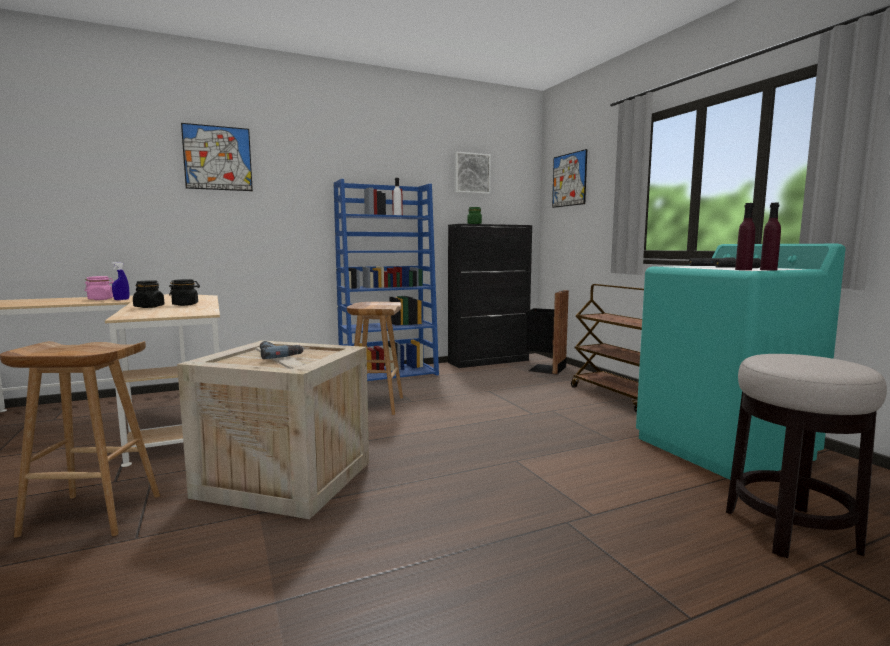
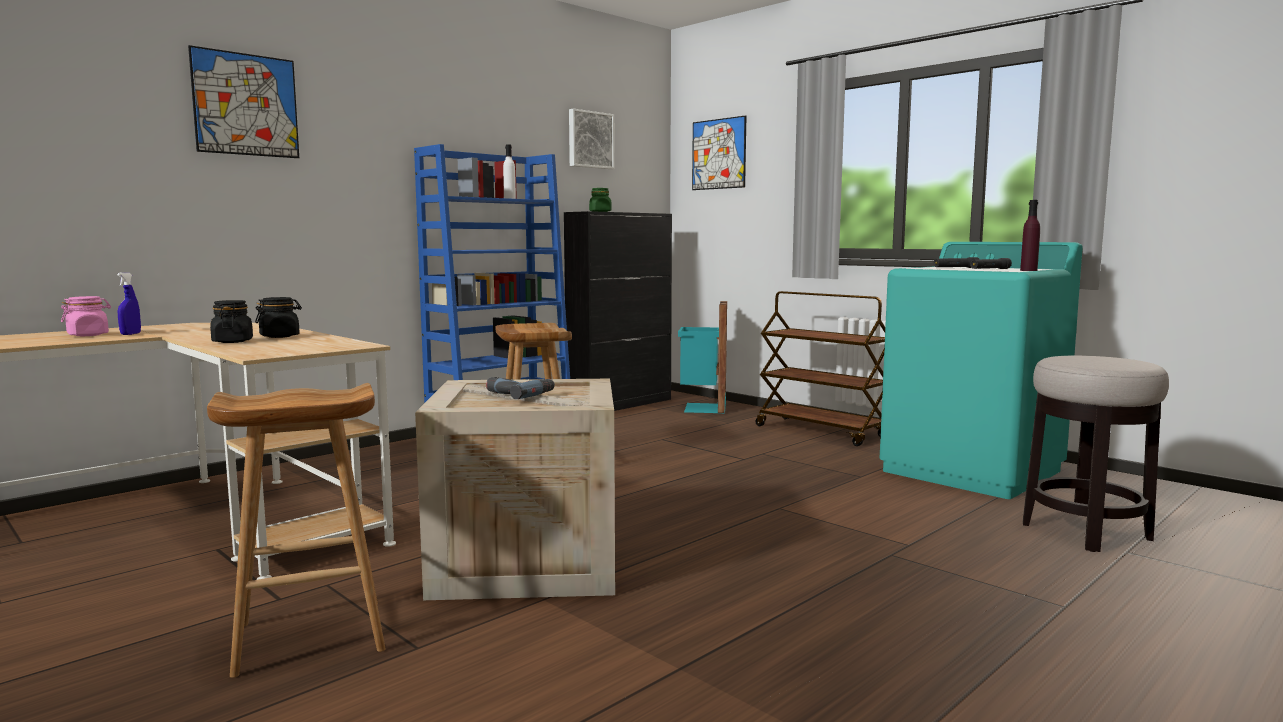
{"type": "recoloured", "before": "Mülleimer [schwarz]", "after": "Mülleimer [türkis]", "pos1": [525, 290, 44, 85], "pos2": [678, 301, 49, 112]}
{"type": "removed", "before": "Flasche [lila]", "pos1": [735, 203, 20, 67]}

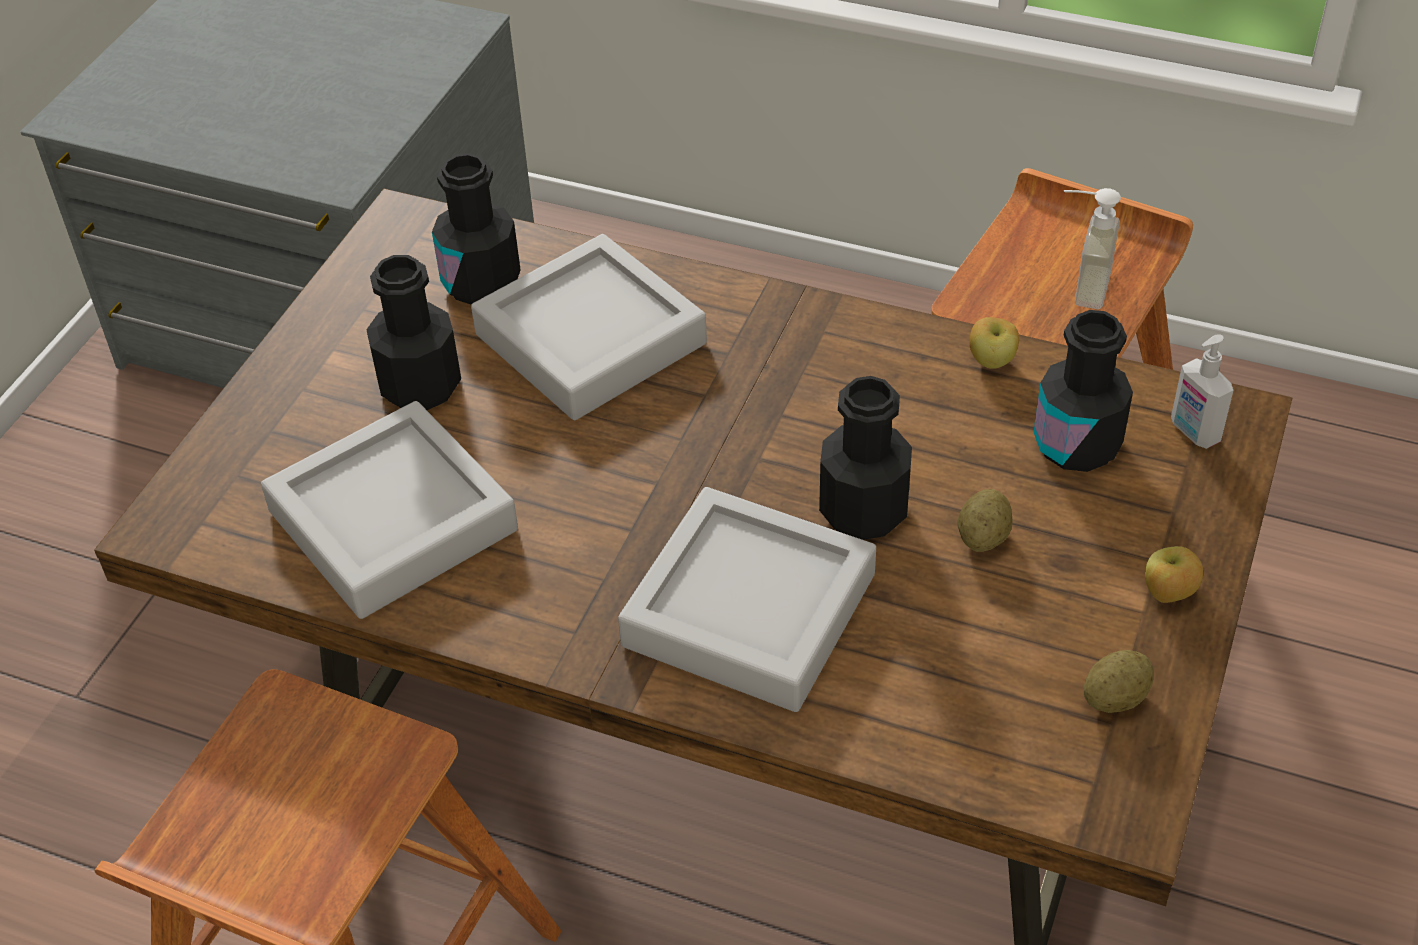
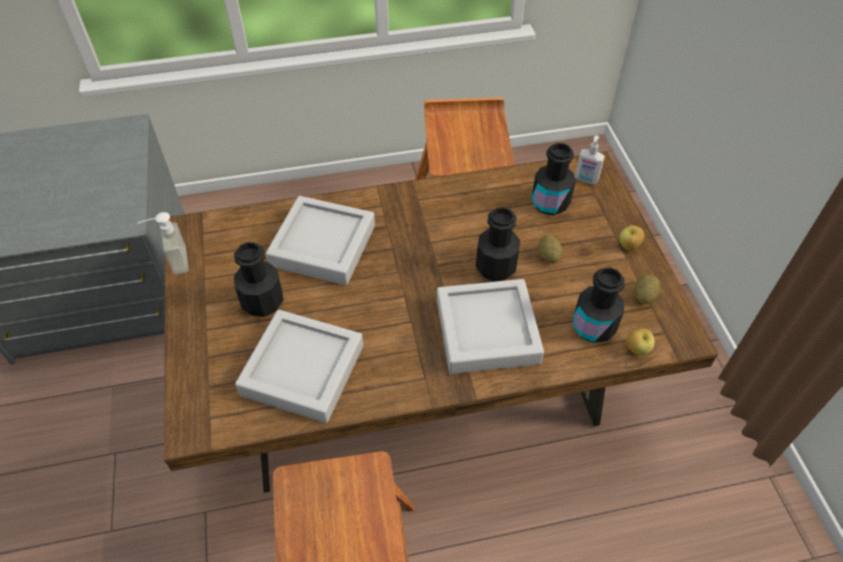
{"type": "moved", "before": "Flasche [schwarz]", "pos1": [432, 153, 89, 152], "pos2": [573, 267, 52, 76]}
{"type": "moved", "before": "Apfel", "pos1": [969, 317, 50, 52], "pos2": [627, 328, 28, 28]}
{"type": "moved", "before": "Seifenspender", "pos1": [1064, 188, 57, 121], "pos2": [138, 212, 51, 63]}

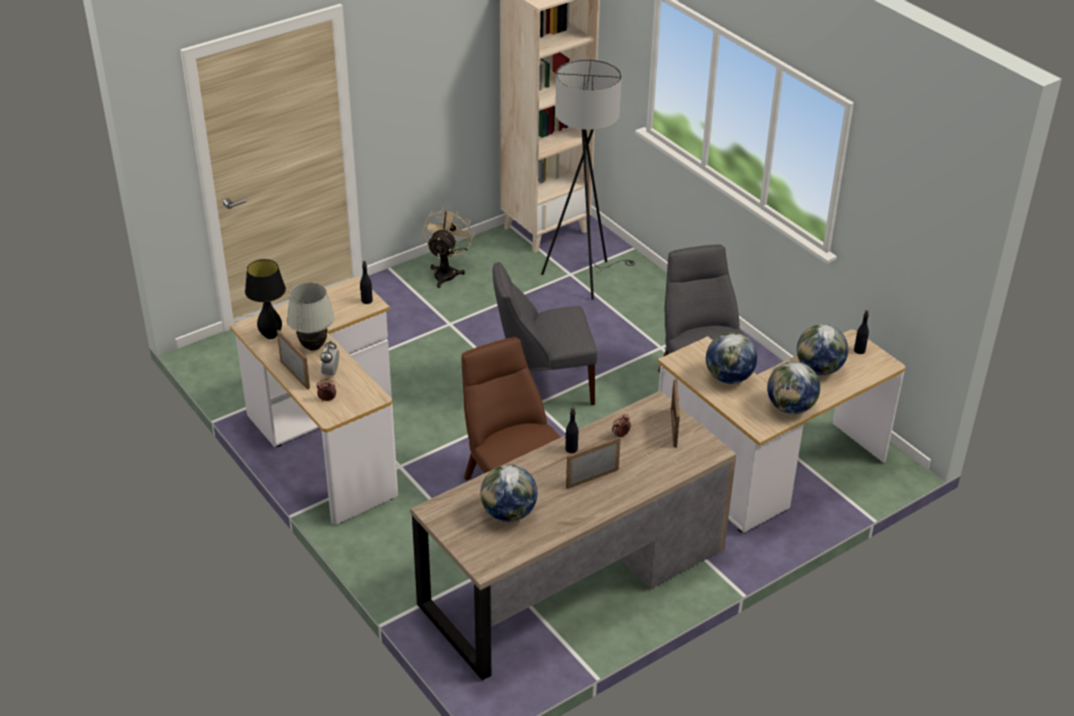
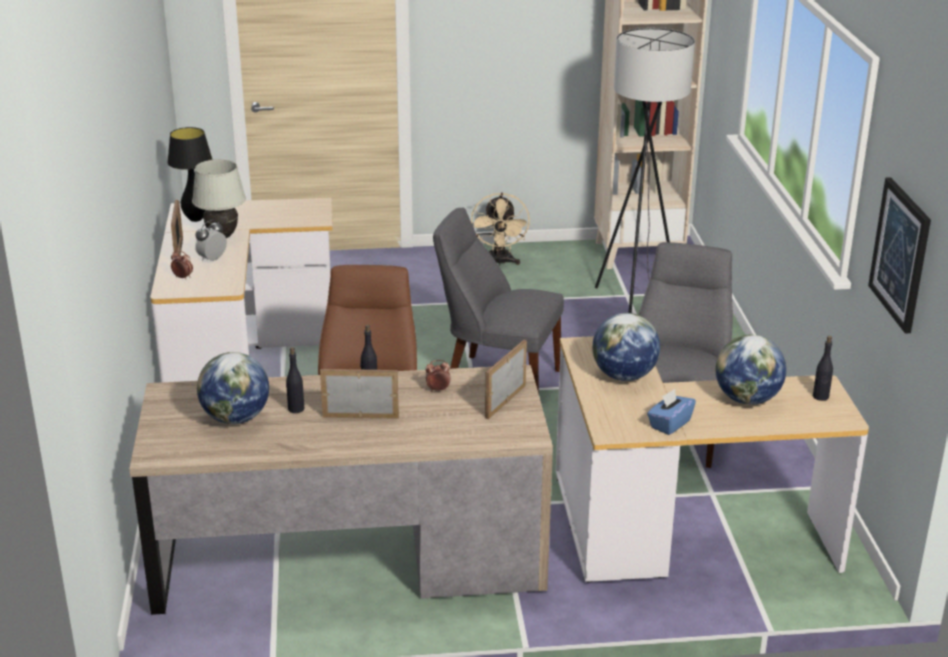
{"type": "moved", "before": "Flasche [schwarz]", "pos1": [360, 261, 13, 43], "pos2": [286, 347, 18, 66]}
{"type": "turned", "before": "Ventilator [beige]", "pos1": [423, 206, 52, 82], "pos2": [471, 193, 59, 73], "turn": 135}
{"type": "replaced", "before": "Globus", "after": "Taschentuchbox [blau]", "pos1": [767, 361, 53, 53], "pos2": [647, 389, 49, 46]}
{"type": "added", "after": "Bild", "pos2": [868, 177, 63, 157]}

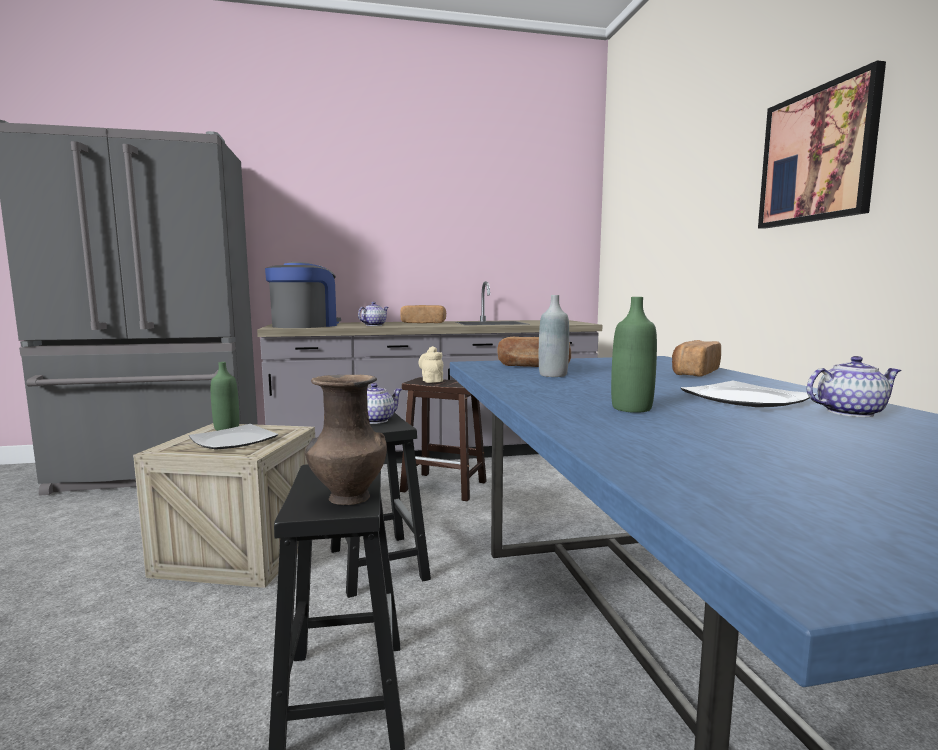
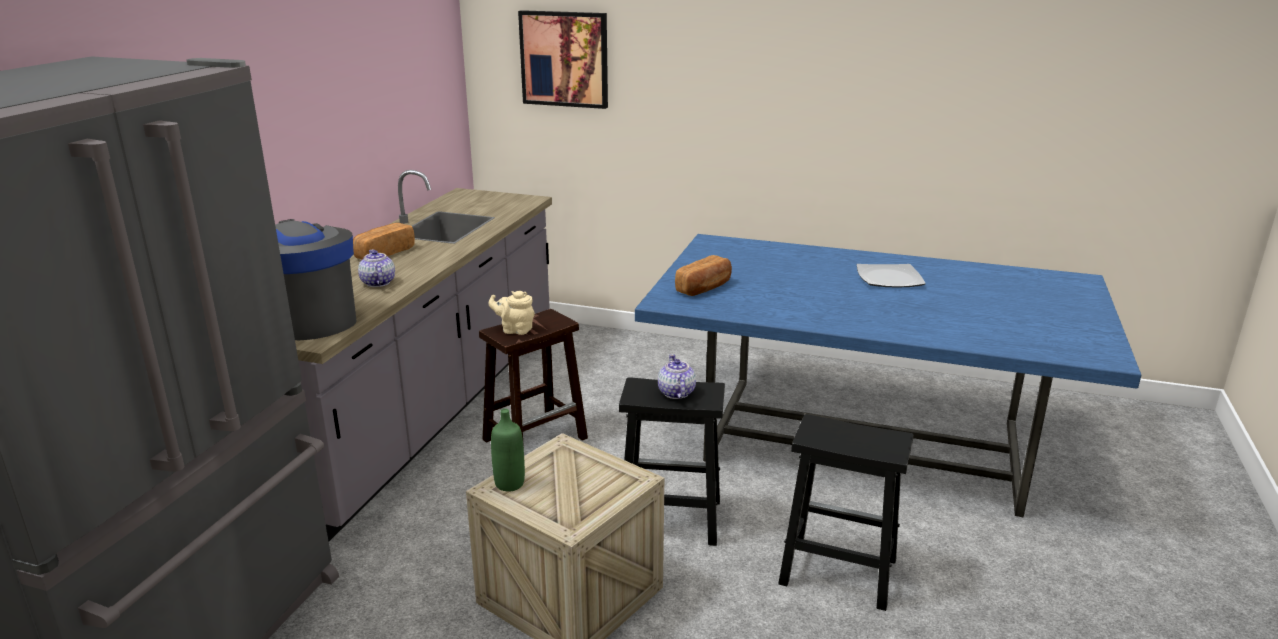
{"type": "removed", "before": "Teller", "pos1": [189, 424, 89, 25]}
{"type": "removed", "before": "Vase [braun]", "pos1": [305, 375, 82, 130]}
{"type": "removed", "before": "Flasche [grau]", "pos1": [539, 295, 30, 82]}
{"type": "removed", "before": "Flasche [grün]", "pos1": [611, 297, 46, 116]}
{"type": "removed", "before": "Brot", "pos1": [672, 340, 49, 37]}
{"type": "moved", "before": "Bild", "pos1": [758, 61, 128, 168], "pos2": [518, 10, 90, 99]}
{"type": "removed", "before": "Teekanne", "pos1": [806, 356, 96, 61]}

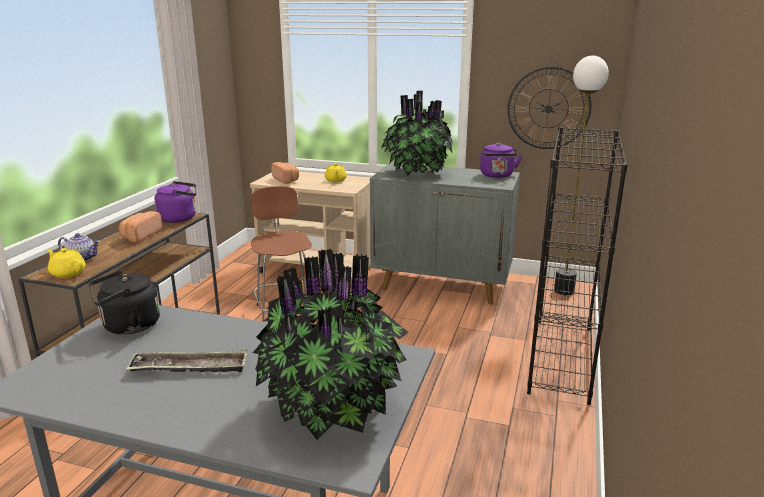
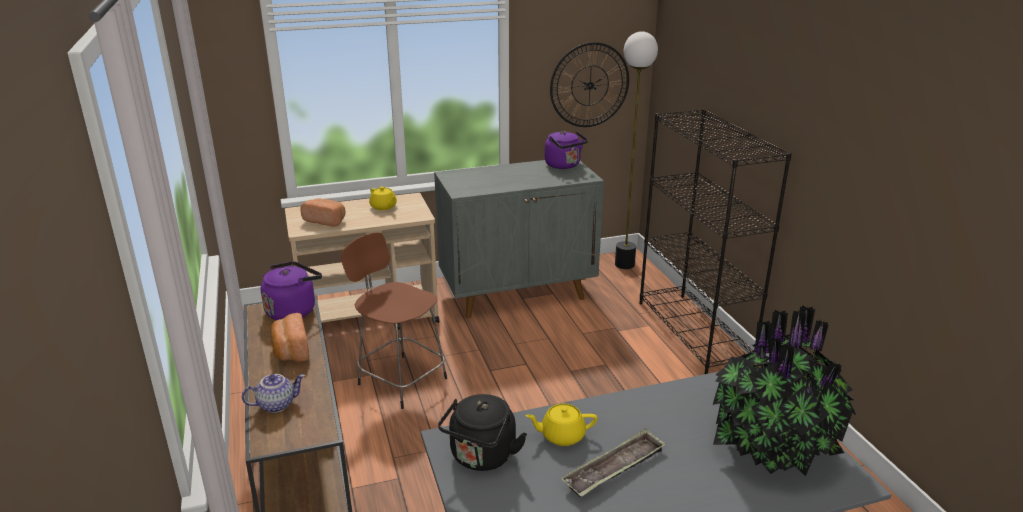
{"type": "moved", "before": "Teekanne [gelb]", "pos1": [47, 248, 39, 30], "pos2": [525, 404, 72, 42]}
{"type": "removed", "before": "Topfpflanze", "pos1": [381, 91, 72, 85]}

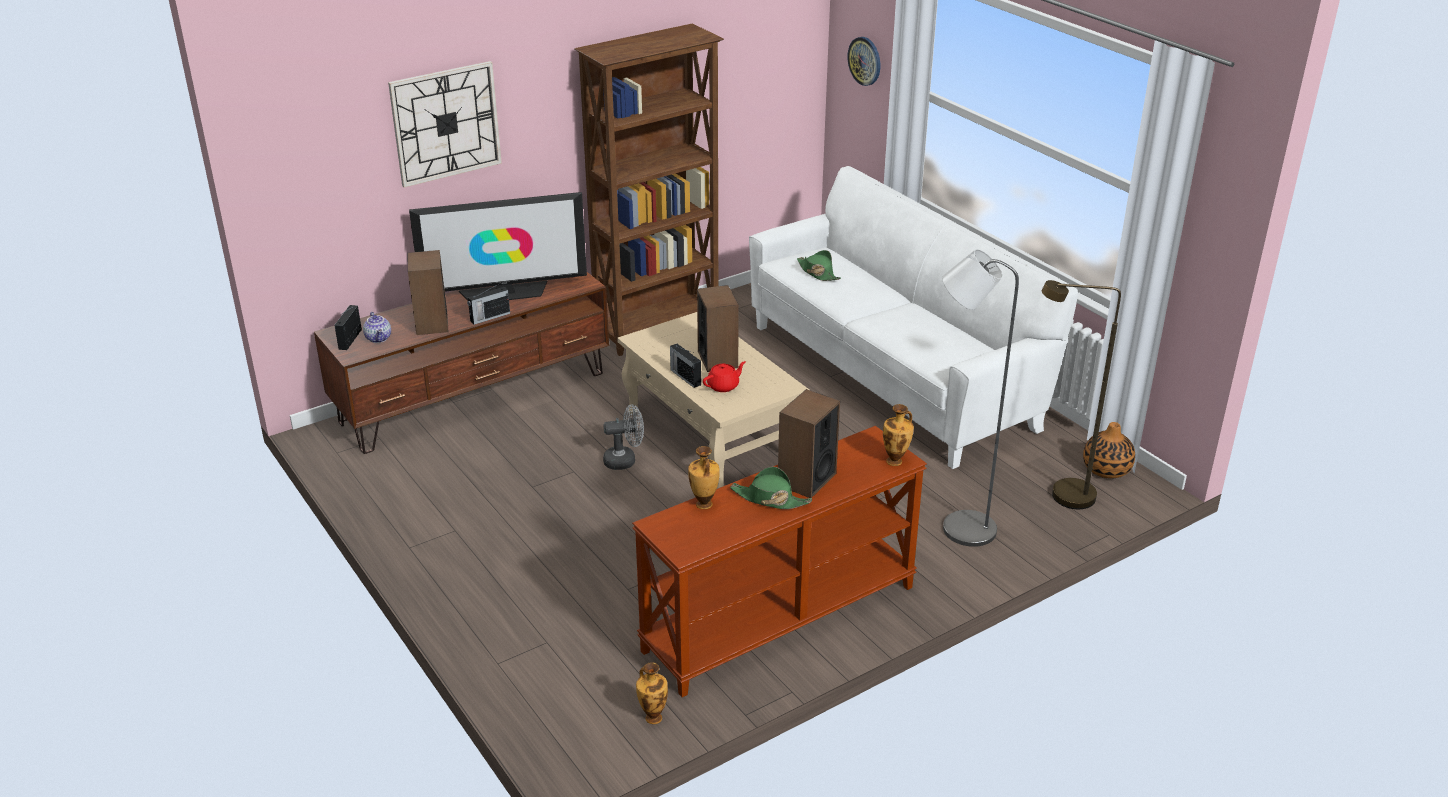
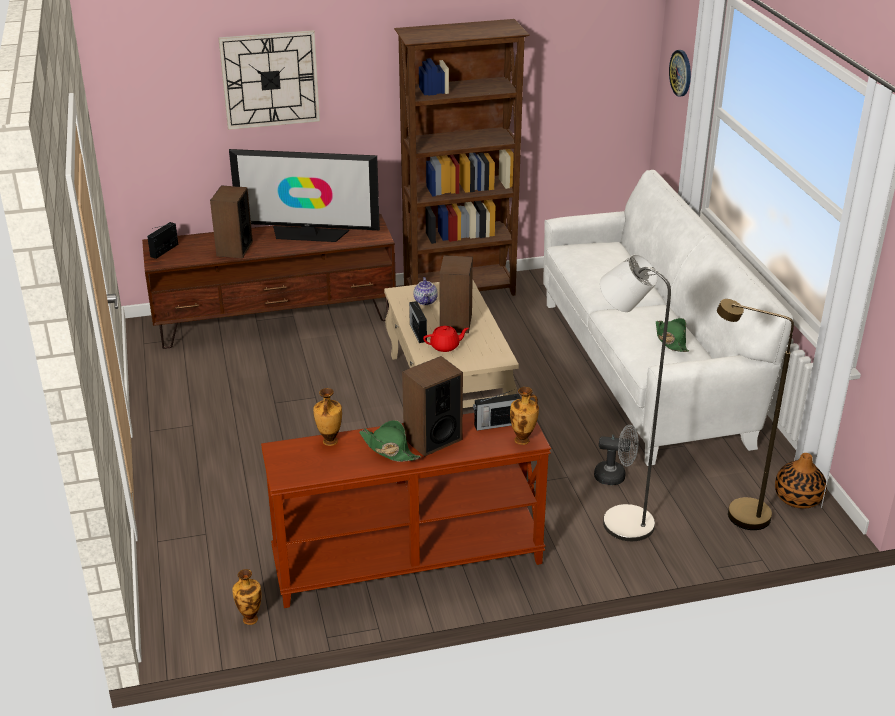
{"type": "moved", "before": "Teekanne", "pos1": [363, 312, 28, 31], "pos2": [414, 277, 24, 28]}
{"type": "moved", "before": "Radio", "pos1": [467, 283, 43, 42], "pos2": [473, 390, 48, 41]}
{"type": "moved", "before": "Ventilator [grau]", "pos1": [603, 404, 41, 66], "pos2": [594, 425, 45, 60]}
{"type": "moved", "before": "Hut [grün]", "pos1": [797, 250, 44, 31], "pos2": [656, 318, 33, 34]}

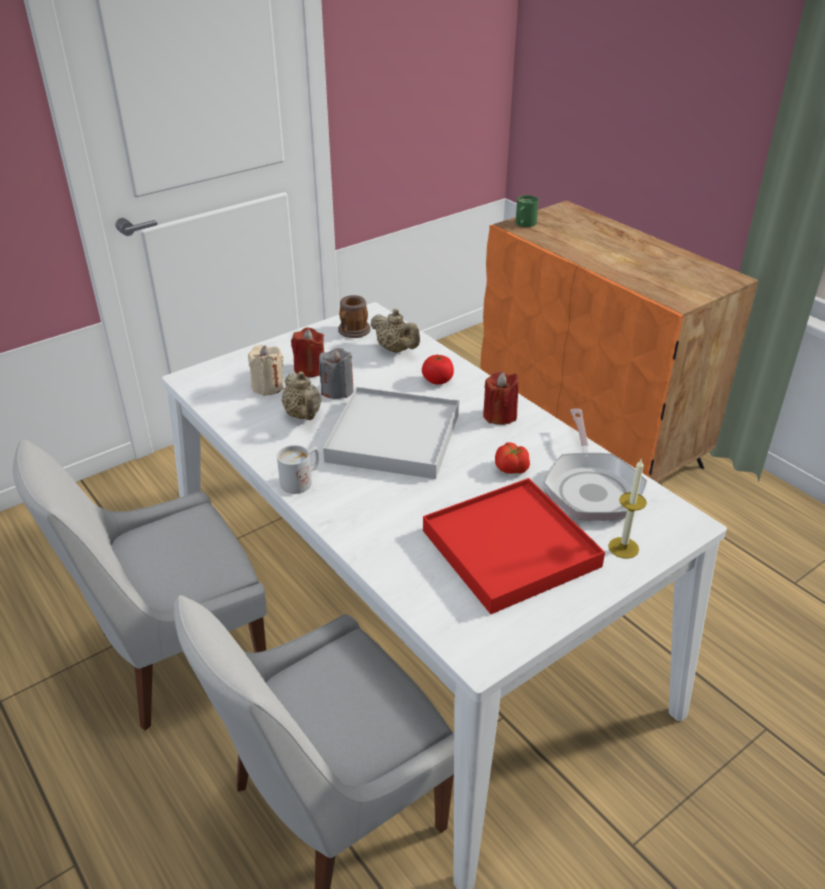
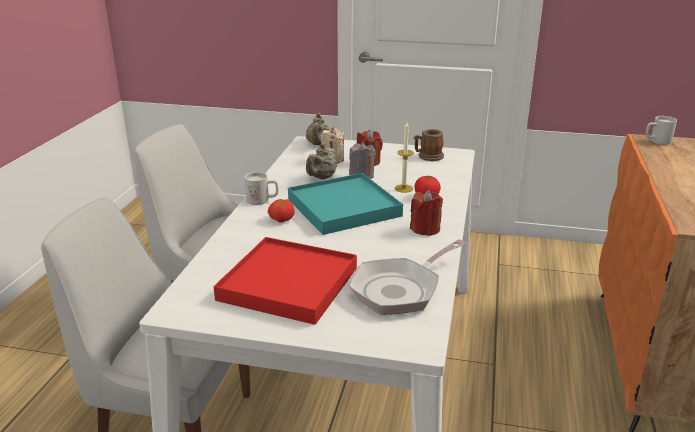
{"type": "recoloured", "before": "Tablett [weiß]", "after": "Tablett [türkis]", "pos1": [323, 387, 136, 92], "pos2": [288, 173, 115, 62]}
{"type": "moved", "before": "Teekanne [beige]", "pos1": [370, 309, 50, 44], "pos2": [306, 113, 24, 32]}
{"type": "moved", "before": "Tomate", "pos1": [495, 442, 35, 32], "pos2": [268, 199, 27, 24]}
{"type": "recoloured", "before": "Henkelbecher [grün]", "after": "Henkelbecher [weiß]", "pos1": [516, 195, 23, 32], "pos2": [646, 116, 31, 29]}
{"type": "moved", "before": "Kerze", "pos1": [608, 459, 39, 100], "pos2": [395, 122, 19, 71]}

